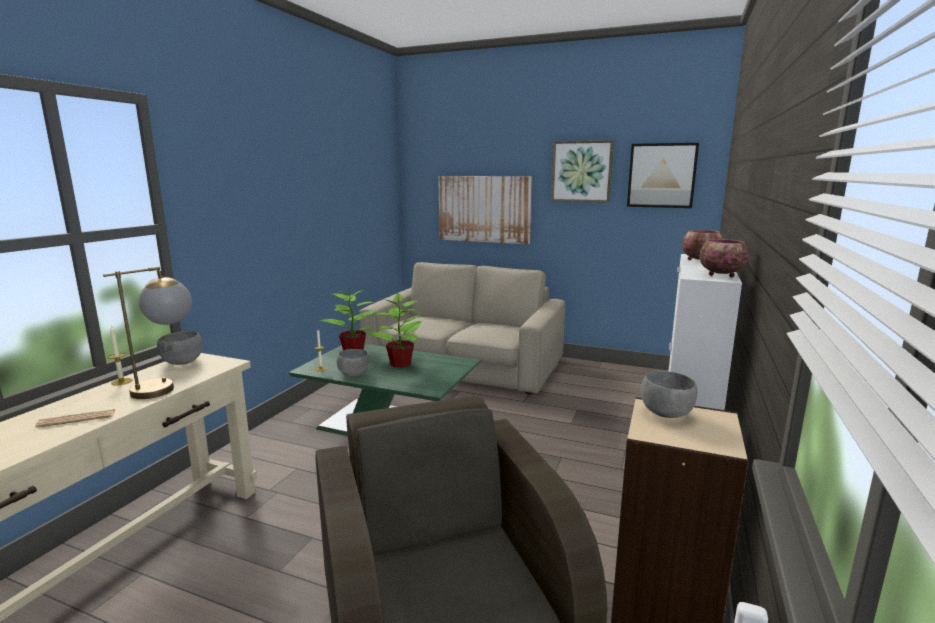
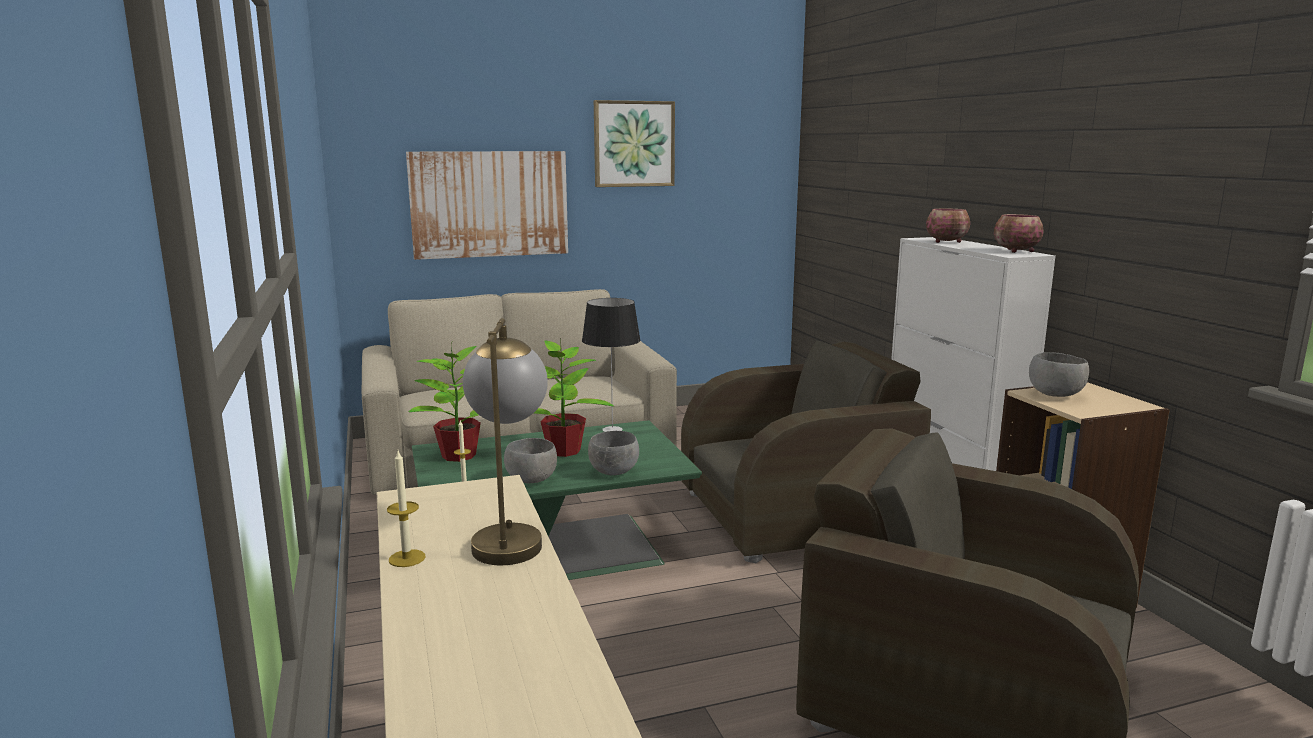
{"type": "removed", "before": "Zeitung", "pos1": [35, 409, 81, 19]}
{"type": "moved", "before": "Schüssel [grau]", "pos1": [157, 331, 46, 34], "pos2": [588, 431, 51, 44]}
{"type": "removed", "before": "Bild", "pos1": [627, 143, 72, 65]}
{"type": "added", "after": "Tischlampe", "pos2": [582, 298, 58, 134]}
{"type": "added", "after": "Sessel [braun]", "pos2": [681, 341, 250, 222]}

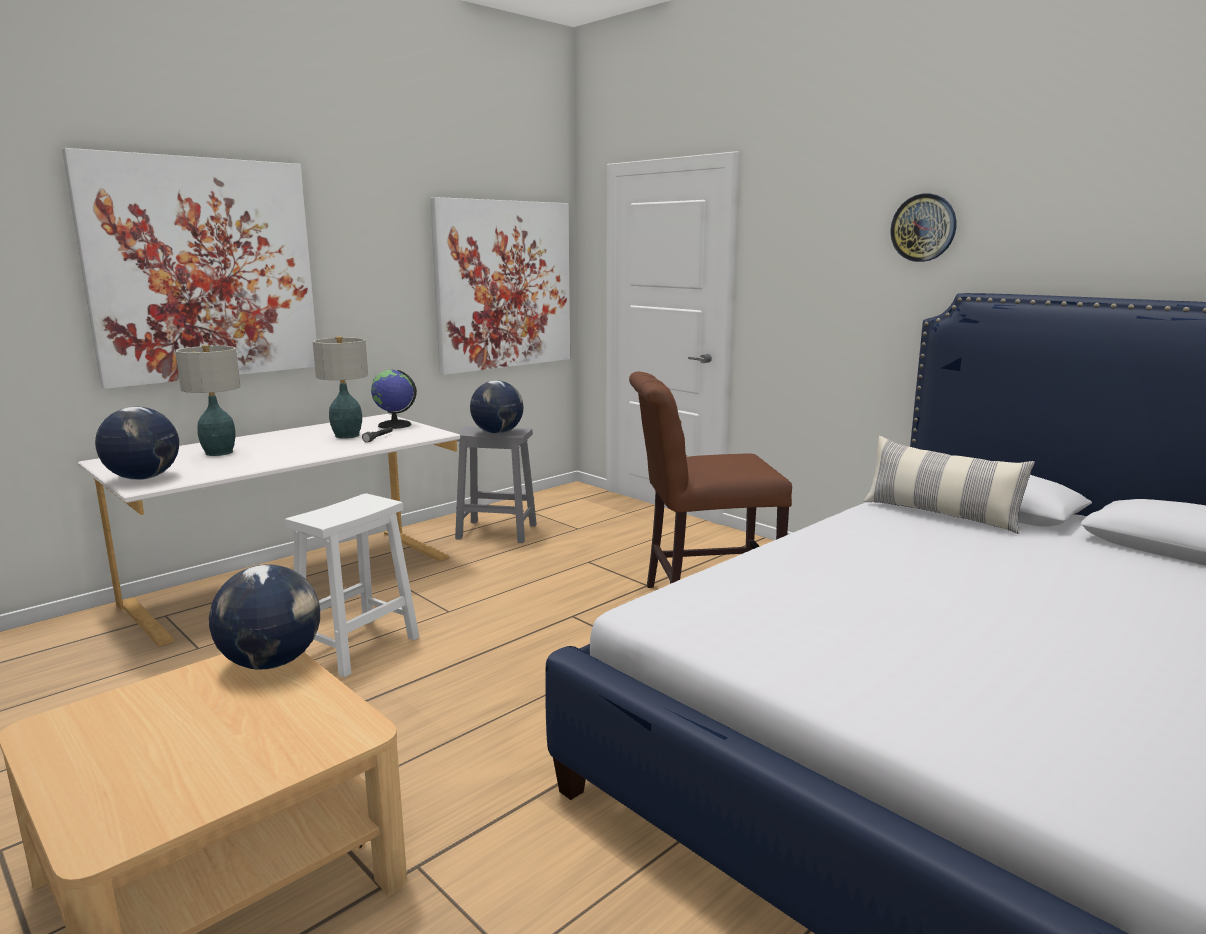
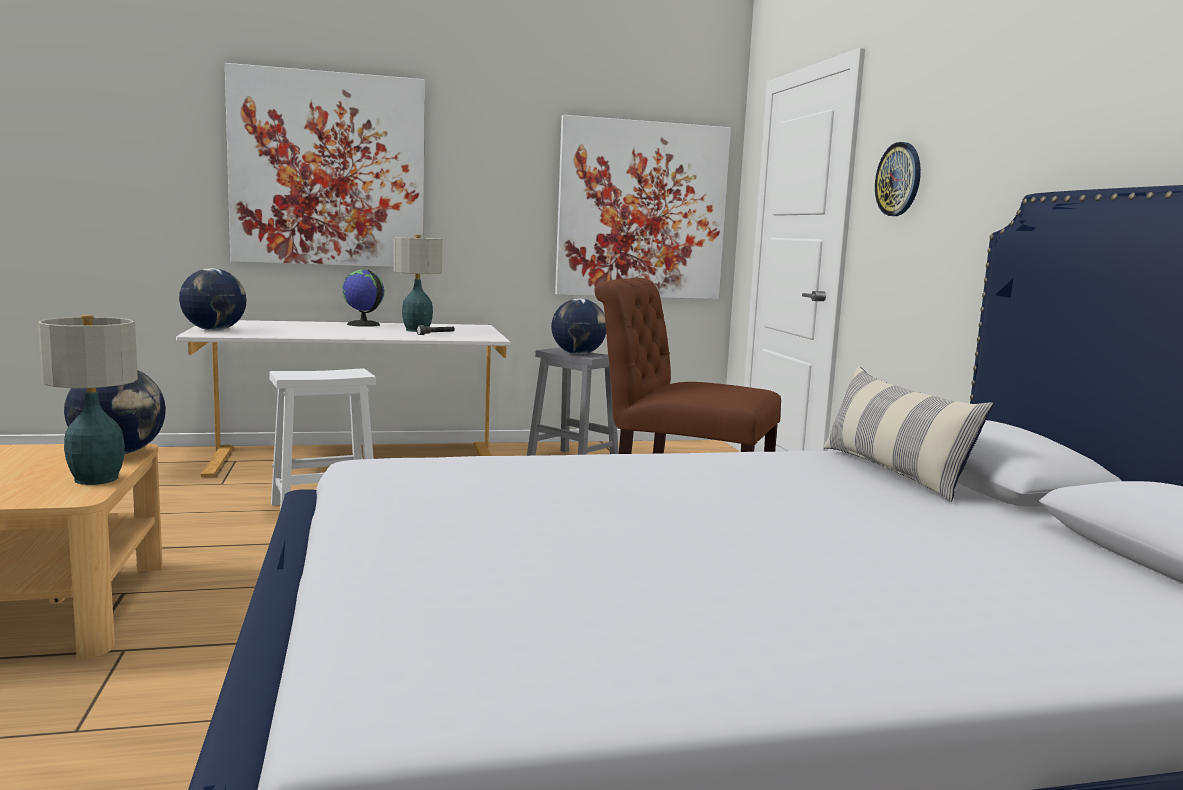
{"type": "moved", "before": "Tischlampe", "pos1": [175, 345, 65, 111], "pos2": [38, 315, 100, 170]}
{"type": "moved", "before": "Globus", "pos1": [371, 370, 46, 59], "pos2": [342, 270, 43, 57]}
{"type": "moved", "before": "Wanduhr", "pos1": [891, 193, 65, 69], "pos2": [875, 142, 46, 74]}

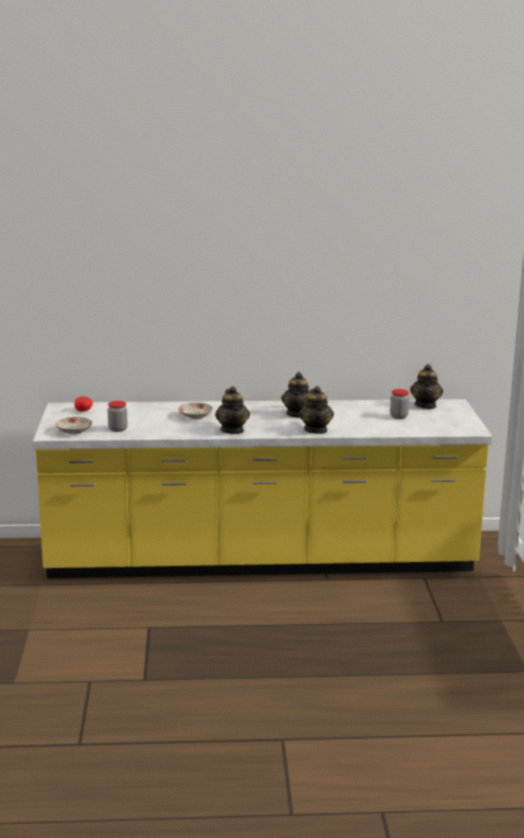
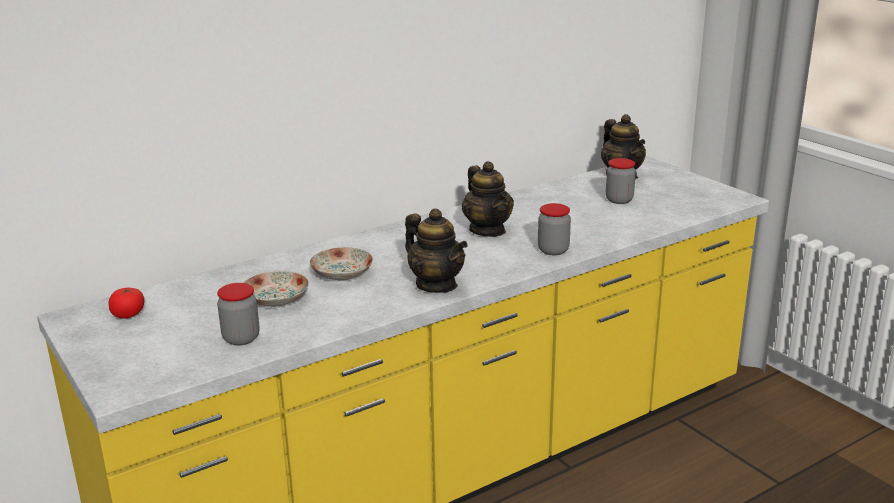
{"type": "moved", "before": "Teller", "pos1": [55, 417, 37, 17], "pos2": [244, 271, 65, 36]}
{"type": "replaced", "before": "Teekanne", "after": "Vorratsglas", "pos1": [299, 386, 35, 48], "pos2": [538, 203, 33, 52]}

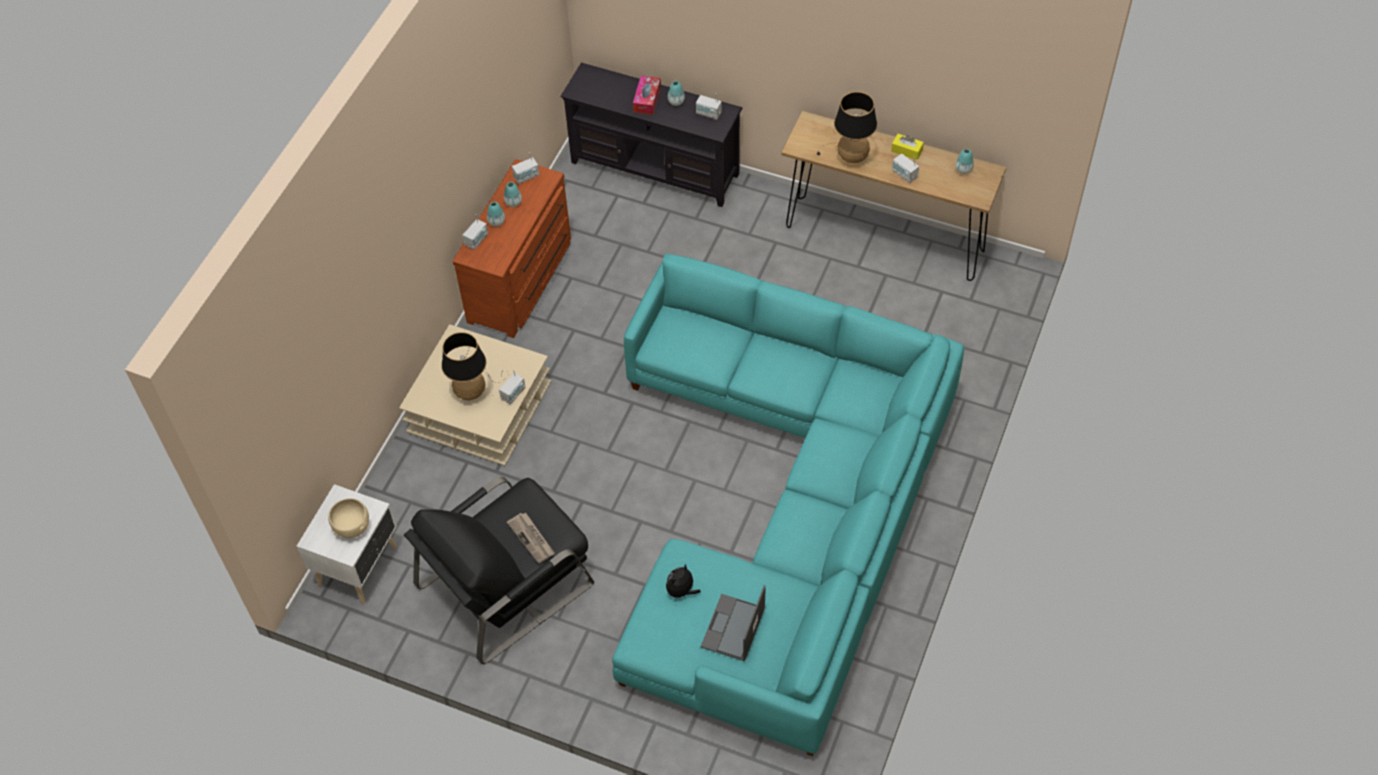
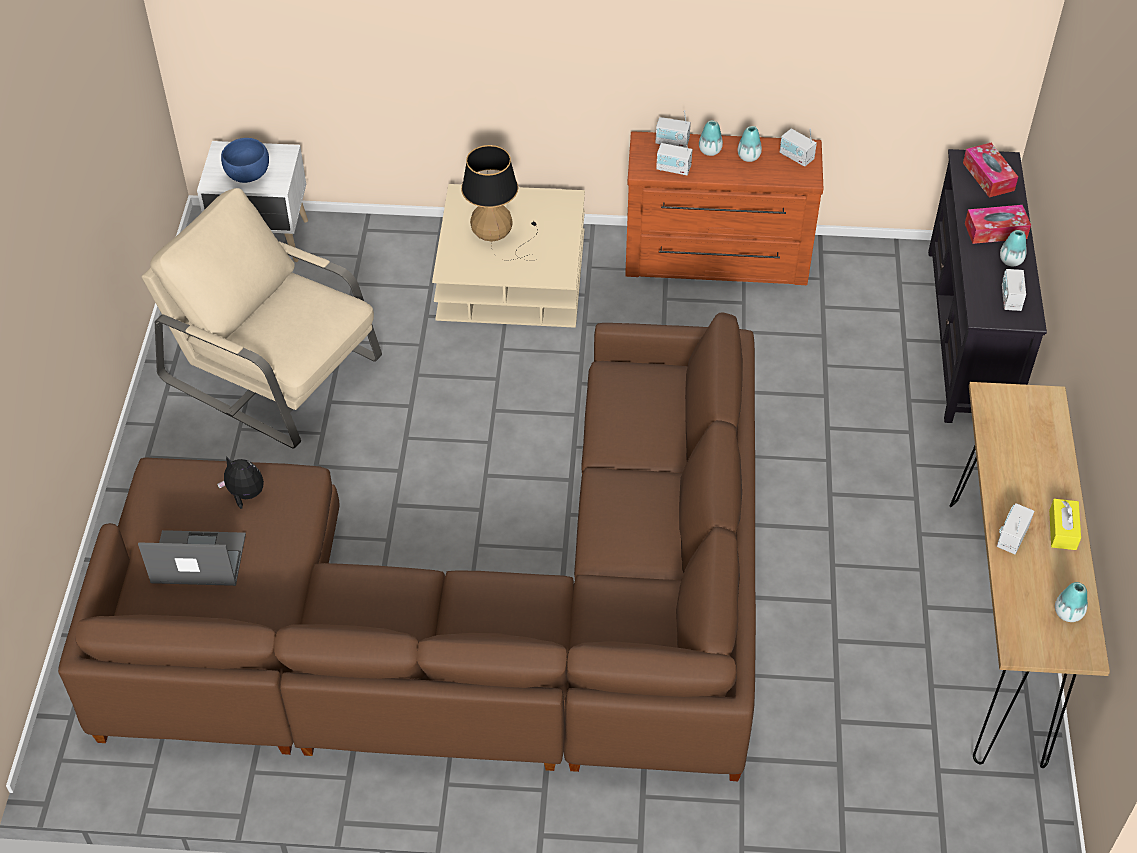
{"type": "recoloured", "before": "Schüssel [beige]", "after": "Schüssel [blau]", "pos1": [328, 498, 41, 40], "pos2": [221, 138, 48, 45]}
{"type": "recoloured", "before": "Sessel [schwarz]", "after": "Sessel [beige]", "pos1": [404, 477, 190, 187], "pos2": [142, 188, 240, 261]}
{"type": "moved", "before": "Radio", "pos1": [499, 369, 27, 35], "pos2": [656, 137, 36, 39]}
{"type": "removed", "before": "Zeitung", "pos1": [507, 513, 48, 51]}
{"type": "recoloured", "before": "Sofa [türkis]", "after": "Sofa [braun]", "pos1": [612, 254, 352, 502], "pos2": [58, 313, 698, 468]}
{"type": "removed", "before": "Tischlampe", "pos1": [817, 92, 61, 71]}
{"type": "added", "after": "Taschentuchbox", "pos2": [963, 143, 55, 55]}

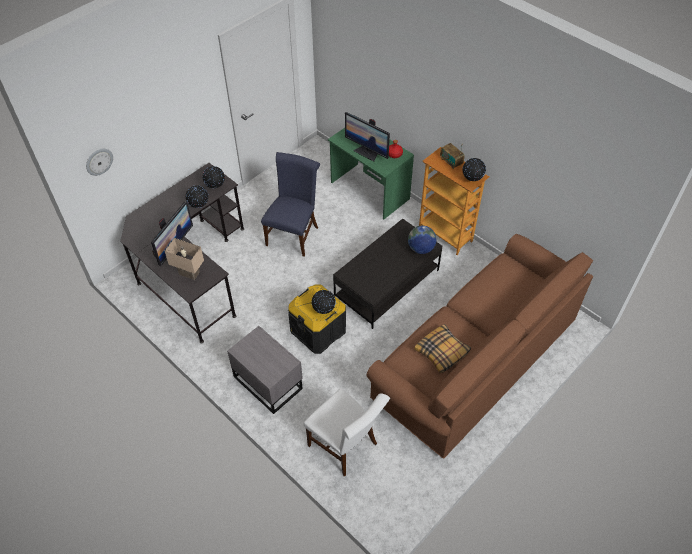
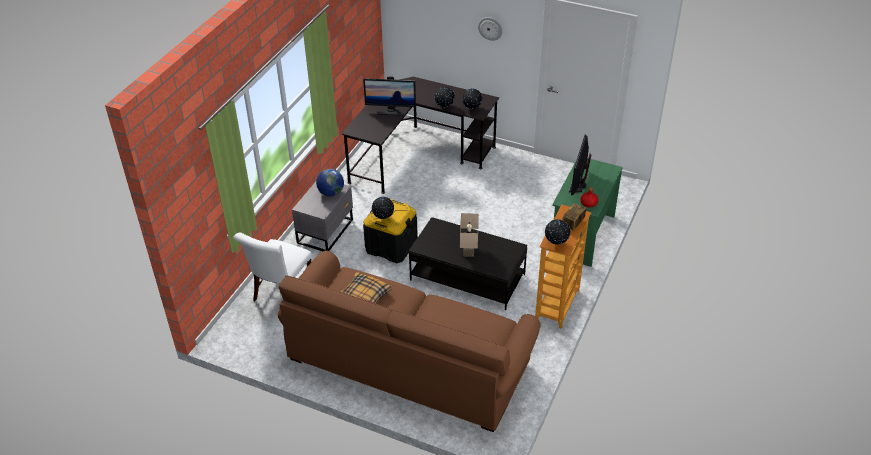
{"type": "moved", "before": "Wanduhr", "pos1": [86, 149, 27, 27], "pos2": [478, 17, 25, 24]}
{"type": "moved", "before": "Tischlampe [beige]", "pos1": [165, 238, 39, 42], "pos2": [460, 213, 19, 44]}
{"type": "removed", "before": "Stuhl [blau]", "pos1": [261, 152, 59, 105]}
{"type": "moved", "before": "Globus", "pos1": [408, 226, 29, 28], "pos2": [316, 169, 28, 27]}

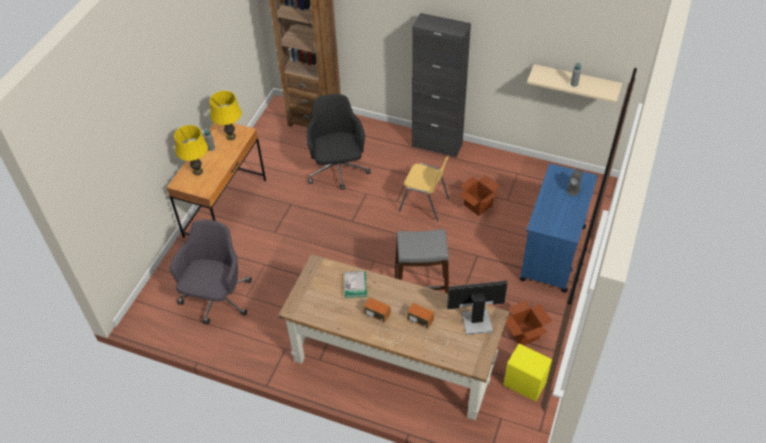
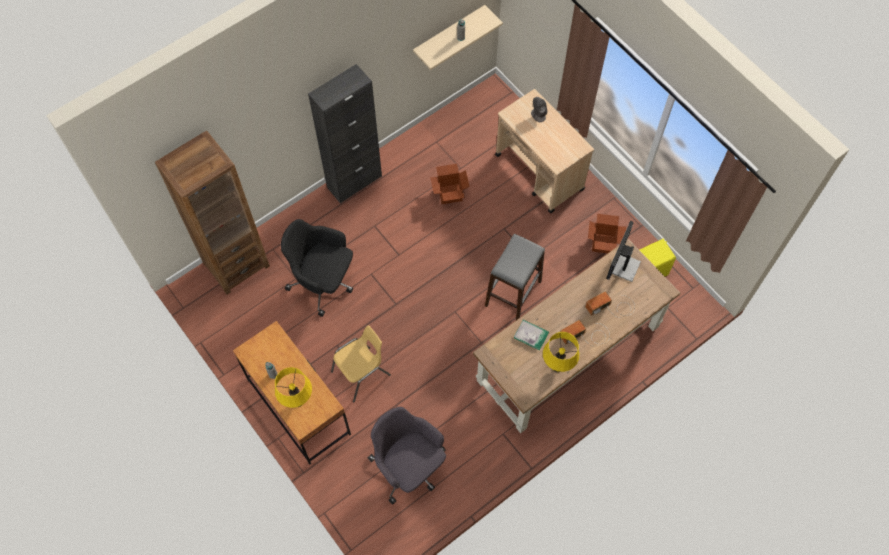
{"type": "moved", "before": "Tischlampe [gelb]", "pos1": [210, 91, 32, 49], "pos2": [543, 332, 36, 41]}
{"type": "moved", "before": "Stuhl [gelb]", "pos1": [399, 156, 50, 66], "pos2": [331, 325, 60, 77]}
{"type": "recoloured", "before": "Rollwagen [blau]", "after": "Rollwagen [beige]", "pos1": [519, 164, 79, 129], "pos2": [495, 89, 99, 124]}

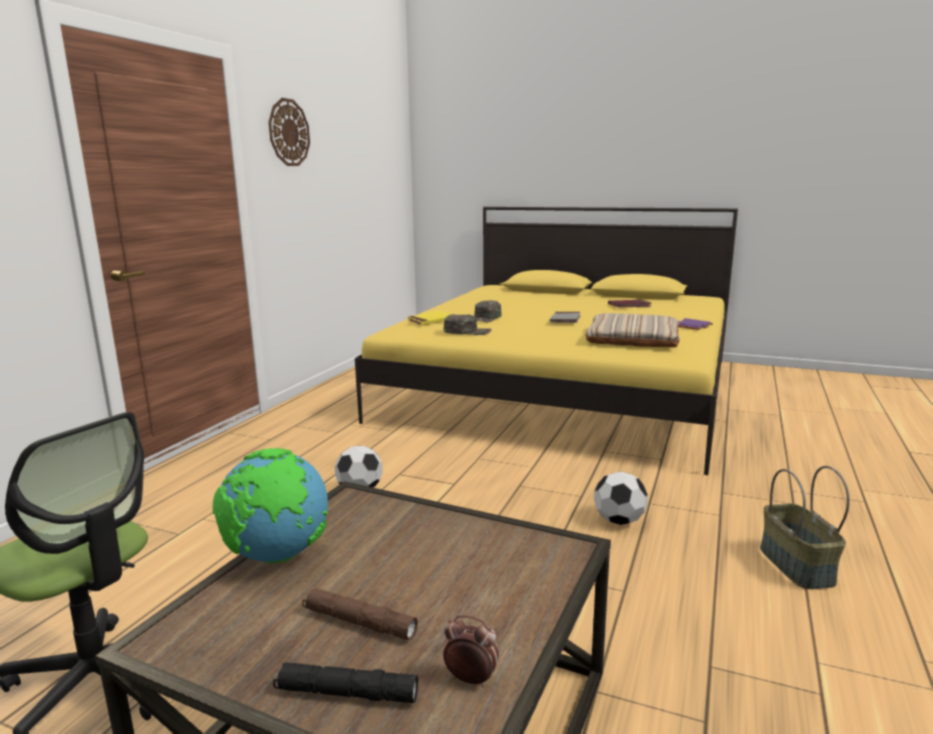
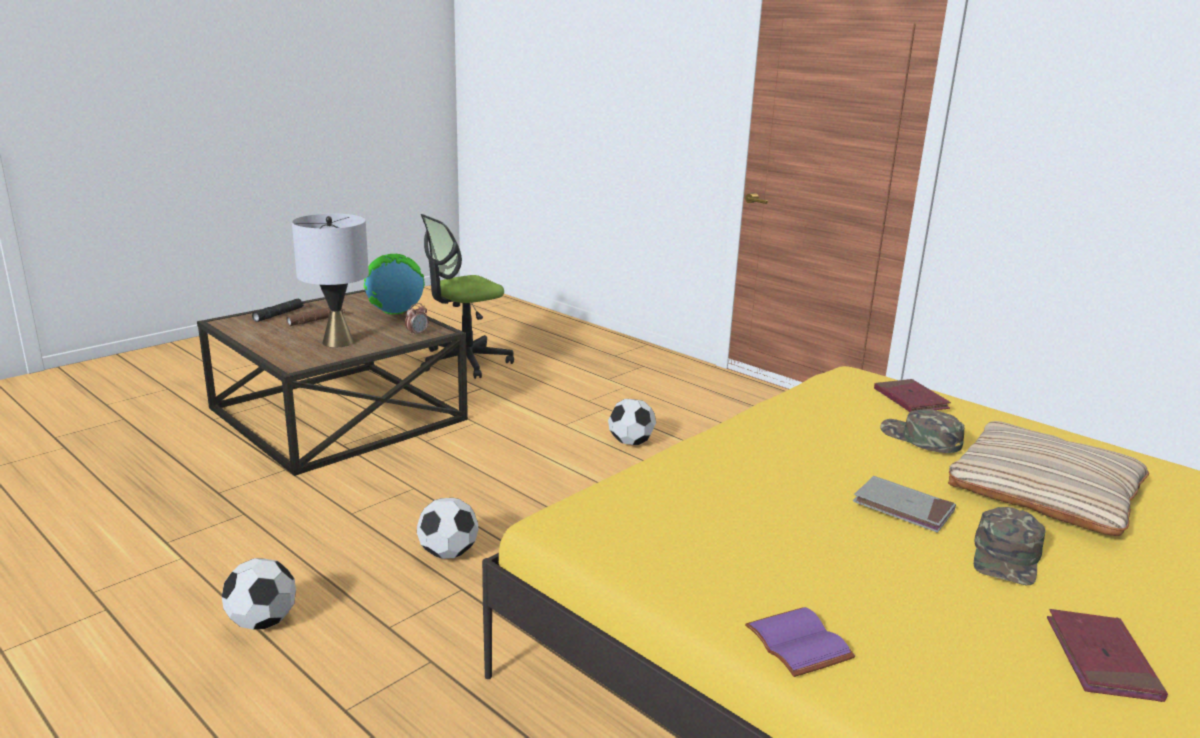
{"type": "removed", "before": "Wanduhr", "pos1": [269, 98, 41, 68]}
{"type": "recoloured", "before": "Buch [gelb]", "after": "Buch [rot]", "pos1": [407, 311, 44, 15], "pos2": [874, 379, 77, 33]}
{"type": "moved", "before": "Wecker", "pos1": [443, 615, 56, 72], "pos2": [405, 303, 23, 33]}
{"type": "moved", "before": "Kappe [grün]", "pos1": [444, 314, 48, 21], "pos2": [974, 507, 71, 79]}
{"type": "moved", "before": "Kissen [beige]", "pos1": [585, 313, 95, 34], "pos2": [948, 421, 201, 115]}
{"type": "replaced", "before": "Korb", "after": "Fußball", "pos1": [760, 466, 90, 123], "pos2": [222, 558, 74, 72]}
{"type": "added", "after": "Tischlampe [grau]", "pos2": [292, 213, 77, 134]}

